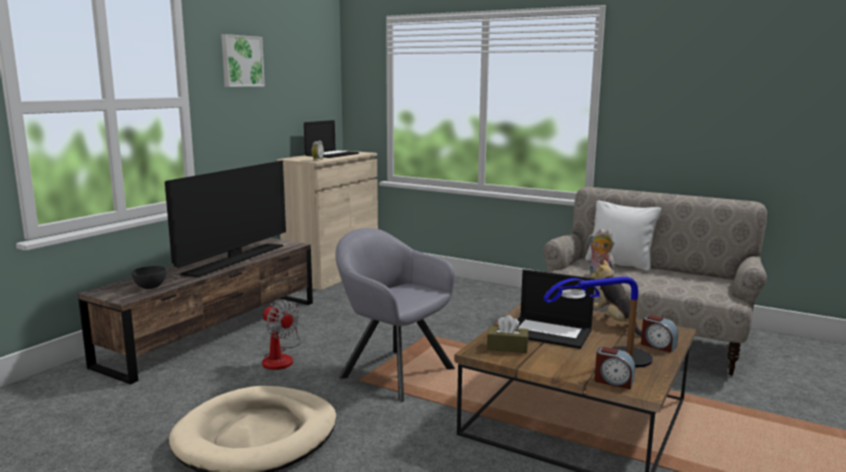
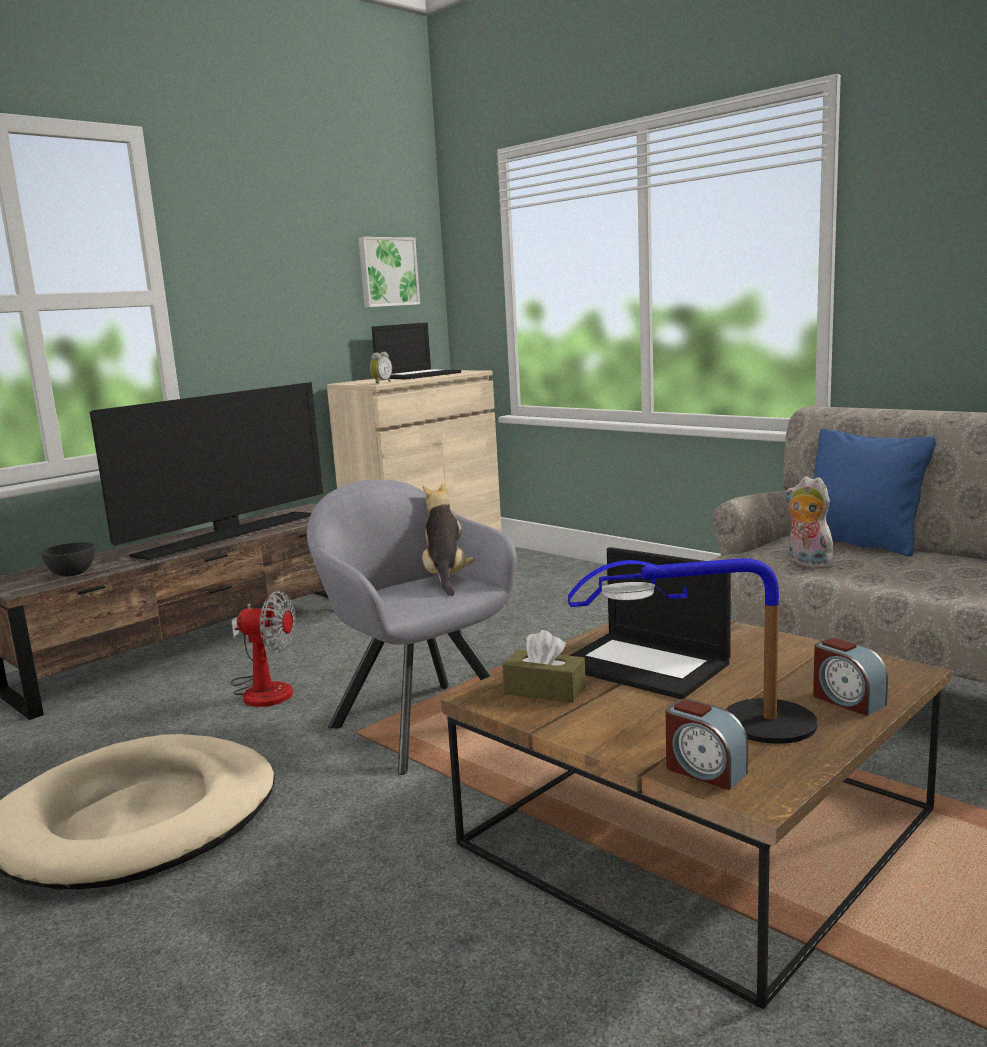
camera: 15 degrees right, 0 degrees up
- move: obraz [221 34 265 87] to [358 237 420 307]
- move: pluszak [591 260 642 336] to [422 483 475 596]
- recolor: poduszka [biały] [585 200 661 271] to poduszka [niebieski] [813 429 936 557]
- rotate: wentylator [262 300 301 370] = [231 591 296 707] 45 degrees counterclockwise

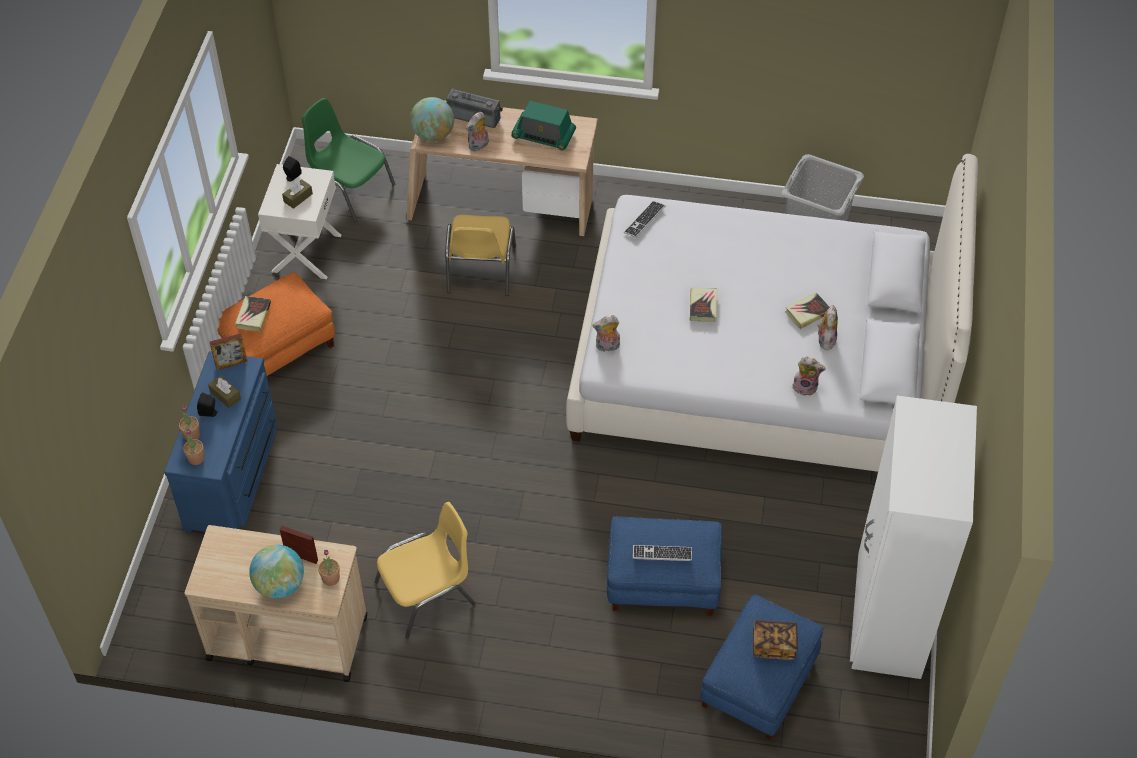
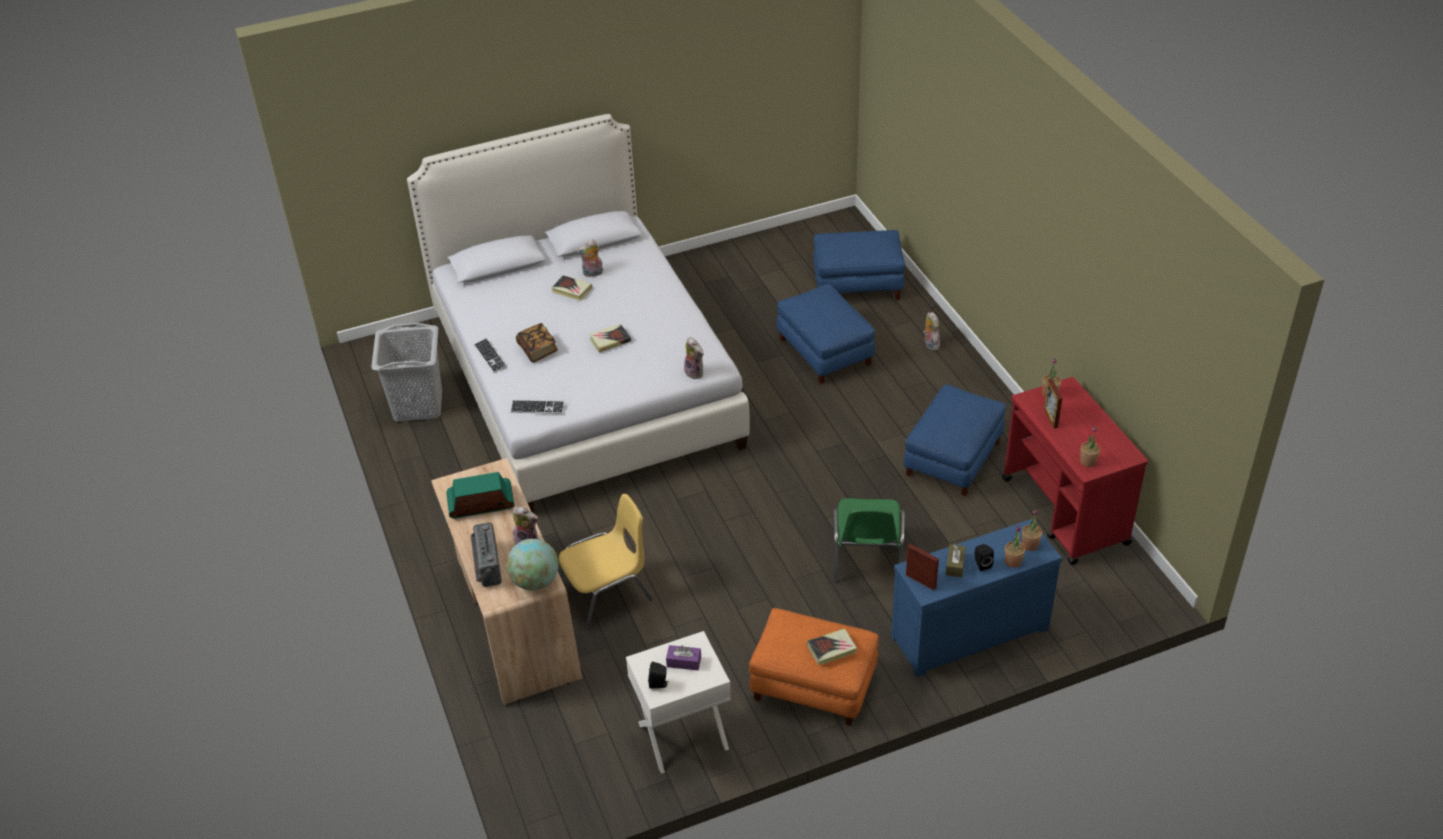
camera: 120 degrees left, 10 degrees down
- delete: globus [249 545 304 599]
- delete: szafa [biały] [850 395 977 679]
- insert: roślina doniczkowa [1080 427 1100 467]
- move: krzesło [zielony] [302 98 395 222] to [833 498 905 583]
- move: klawiatura [633 545 692 561] to [474 338 507 373]
- move: książka [753 620 798 660] to [516 323 558 363]
- move: pluszak [792 357 826 396] to [923 312 940 350]
- replace: krzesło [żółty] [375 502 476 639] to pufa [niebieski] [904 384 1006 496]
- recolor: wózek [beżowy] [184 525 367 682] to wózek [czerwony] [1002 377 1148 565]
- recolor: pudełko chusteczek [brązowy] [282 179 313 209] to pudełko chusteczek [fioletowy] [666 645 701 670]
- rotate: radio [511 101 576 151] = [446 472 514 519] 90 degrees counterclockwise

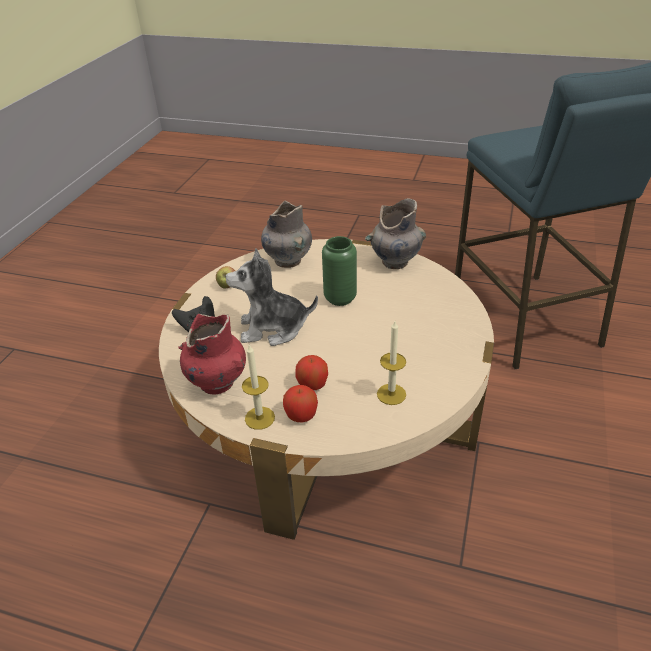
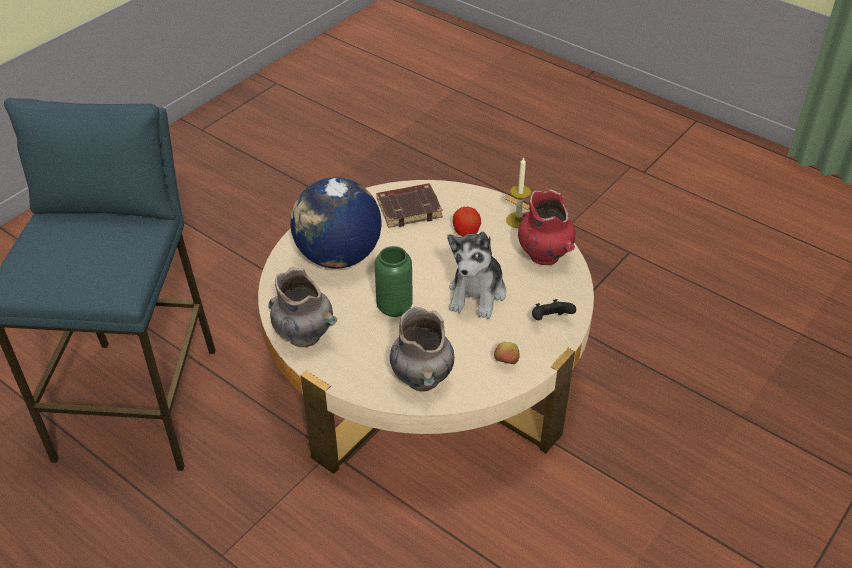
camera: 160 degrees left, 5 degrees up
- delete: jabłko [283 385 318 423]
- insert: globus [290 177 382 269]
- replace: świeca [377 321 406 405] to książka [brązowy] [377 183 443 228]
- rotate: pluszak [225 249 318 346] = [447 231 506 319] 90 degrees clockwise

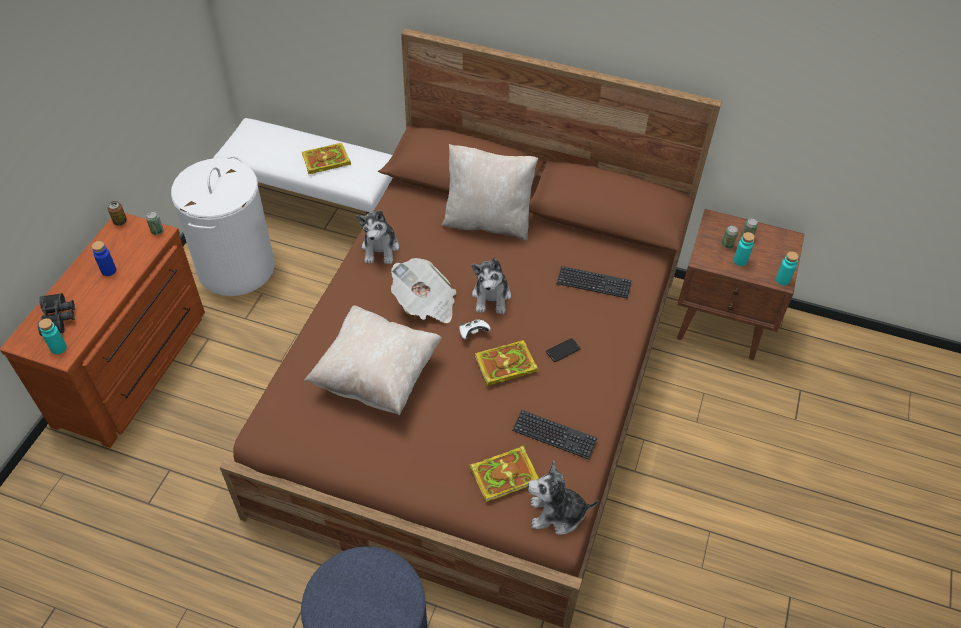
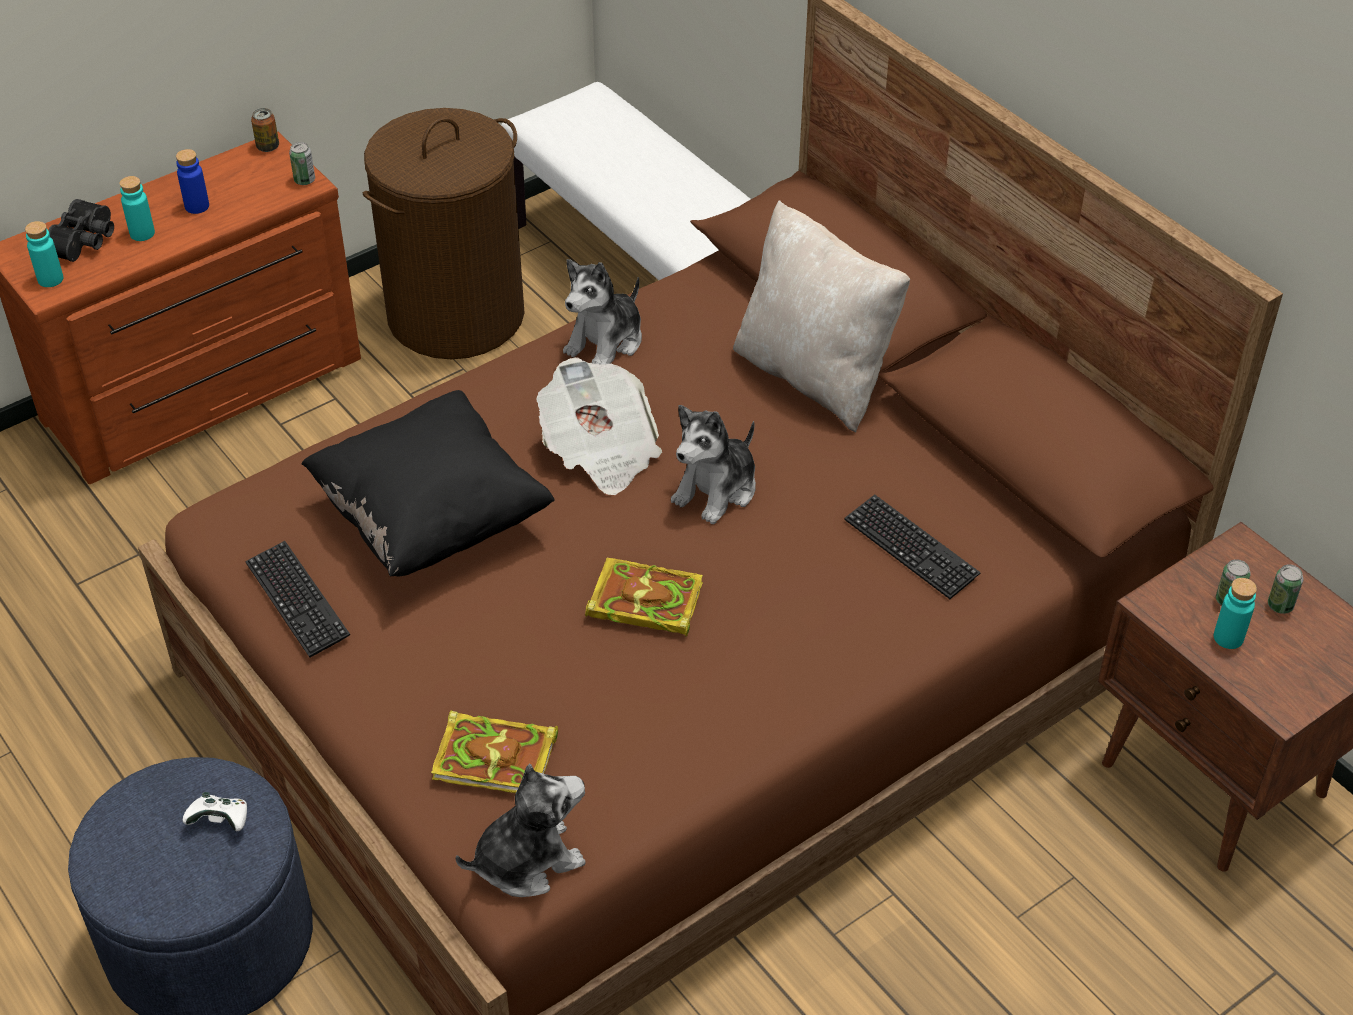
camera: 35 degrees right, 5 degrees down
- delete: książka [302 143 351 174]
- delete: telefon [546 338 581 362]
- move: pad do gier [biały] [459 319 491 339] to [183 792 247 831]
- move: klawiatura [512 410 598 460] to [245 541 350 658]
- move: butelka [turkusowy] [776 251 799 286] to [119 176 155 241]
- recolor: kosz na pranie [biały] [171 156 275 296] to kosz na pranie [brązowy] [363 108 525 359]
- recolor: poduszka [beżowy] [304 305 442 415] to poduszka [czarny] [301 390 554 577]
- rotate: pluszak [528 461 599 535] = [455 764 586 897] 120 degrees clockwise

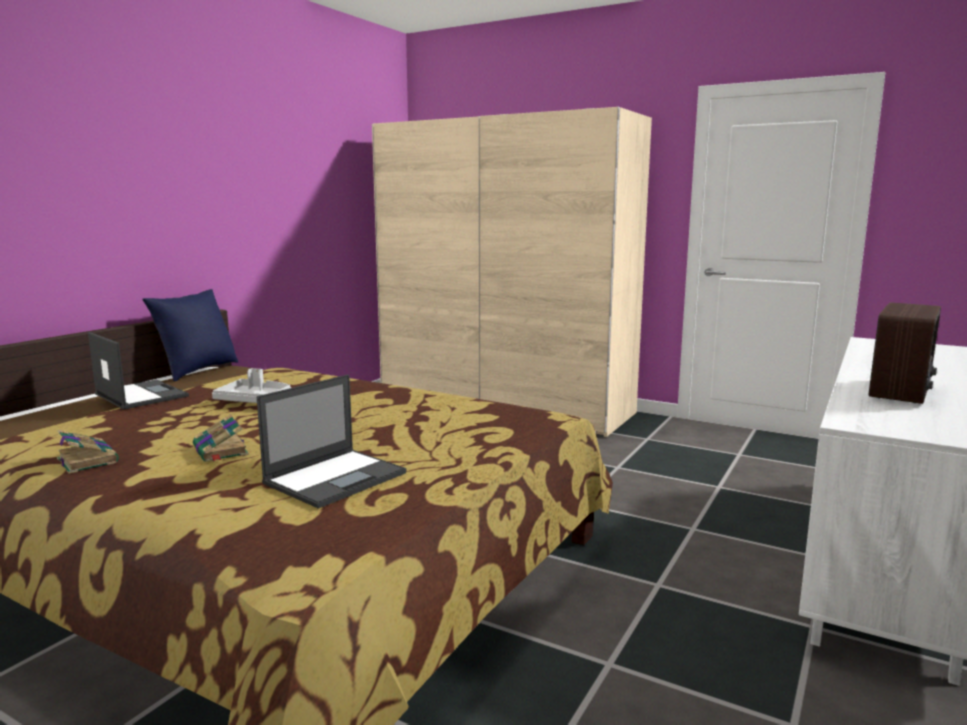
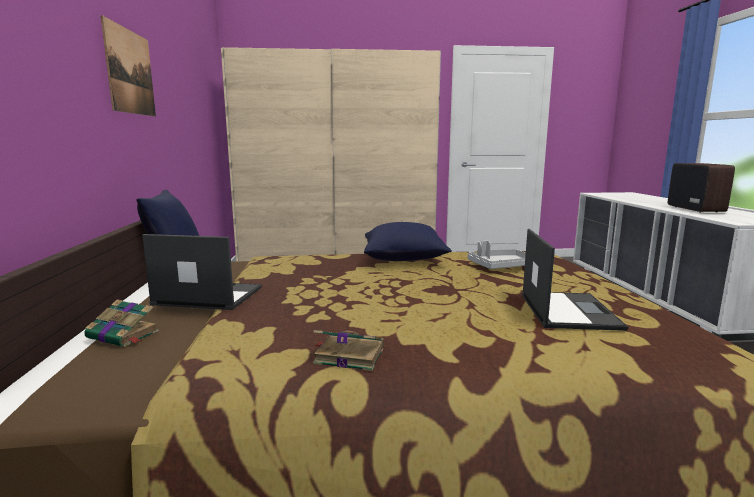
camera: 35 degrees left, 0 degrees up
- insert: obraz [100 15 156 117]
- insert: poduszka [niebieski] [364 222 452 261]
- move: książka [193 414 249 462] to [84 299 159 347]
- move: taca [szary] [212 368 291 403] to [467 241 526 269]

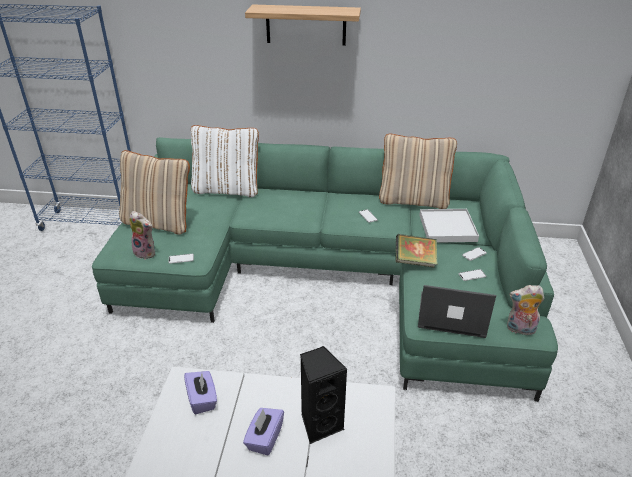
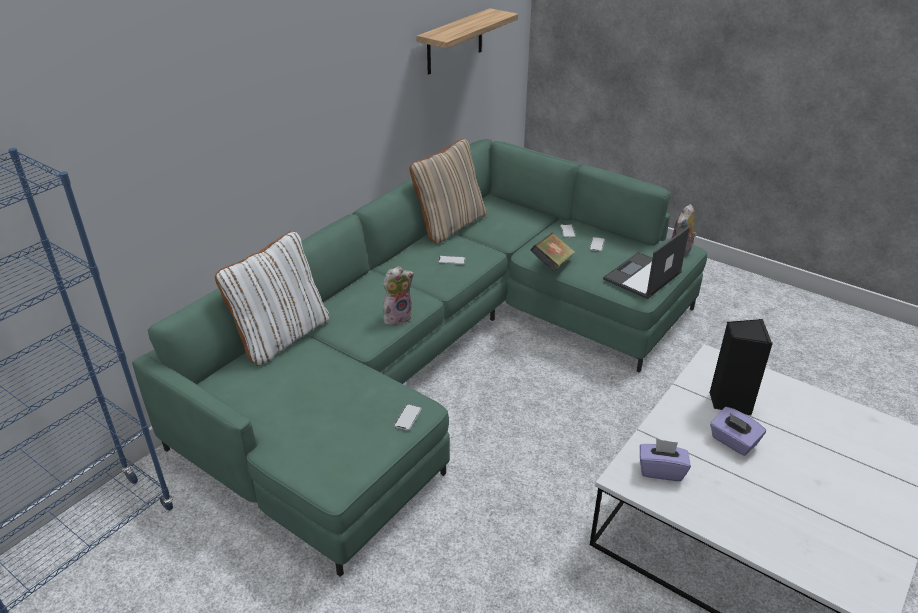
camera: 60 degrees left, 0 degrees up
- delete: poduszka [beżowy] [119 150 190 235]
- delete: taca [biały] [419 209 479 243]
- move: pluszak [129 211 155 260] to [383 266 414 326]
- move: półka [245 4 361 46] to [417 8 518 75]

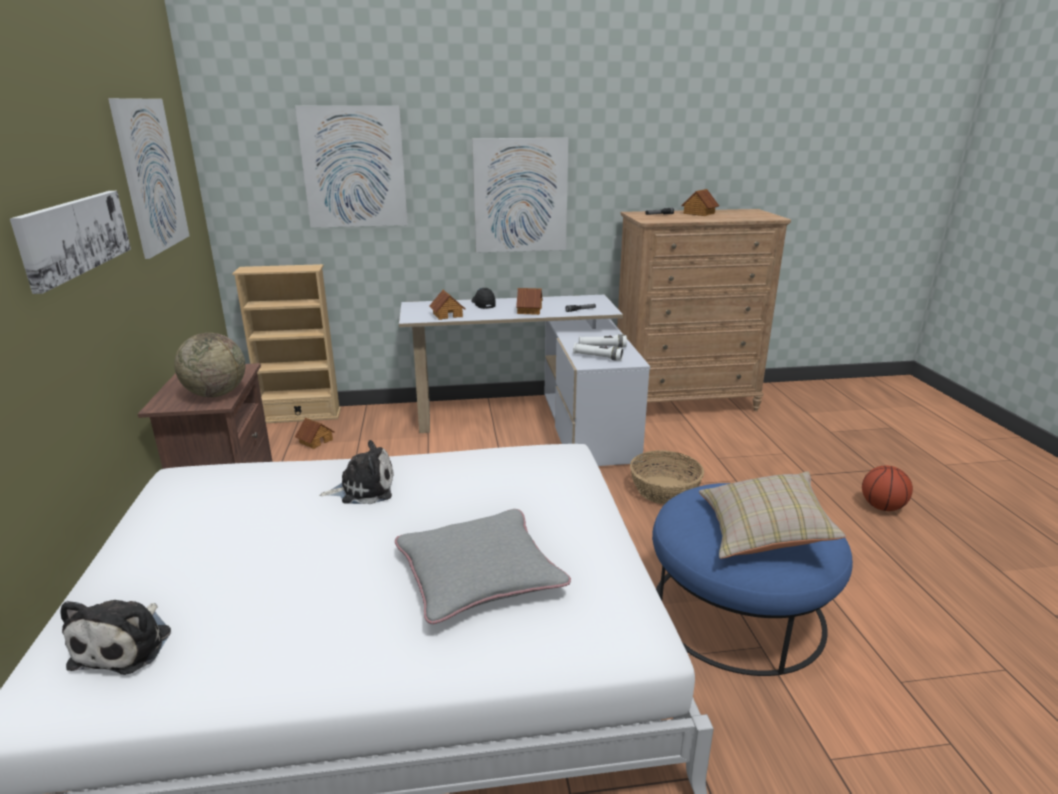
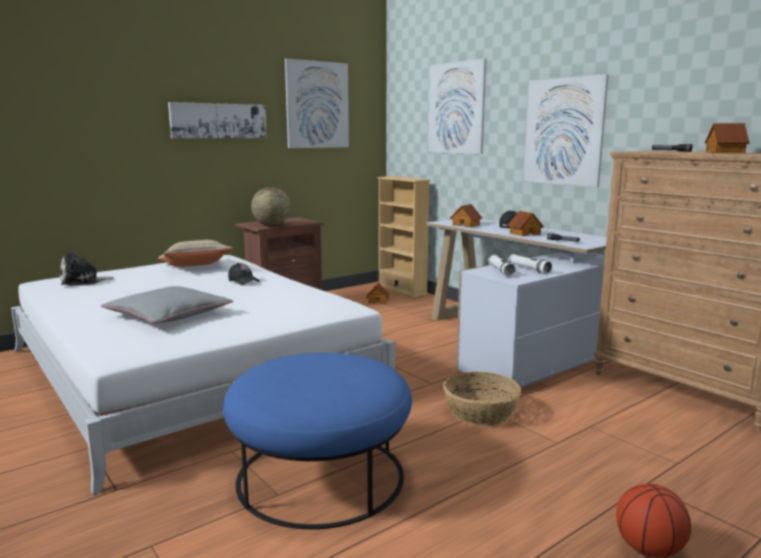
camera: 60 degrees right, 10 degrees down
- move: poduszka [beżowy] [699 471 846 559] to [158 240 233 267]
- replace: pluszak [319 440 394 504] to czapka z daszkiem [czarny] [228 263 259 285]

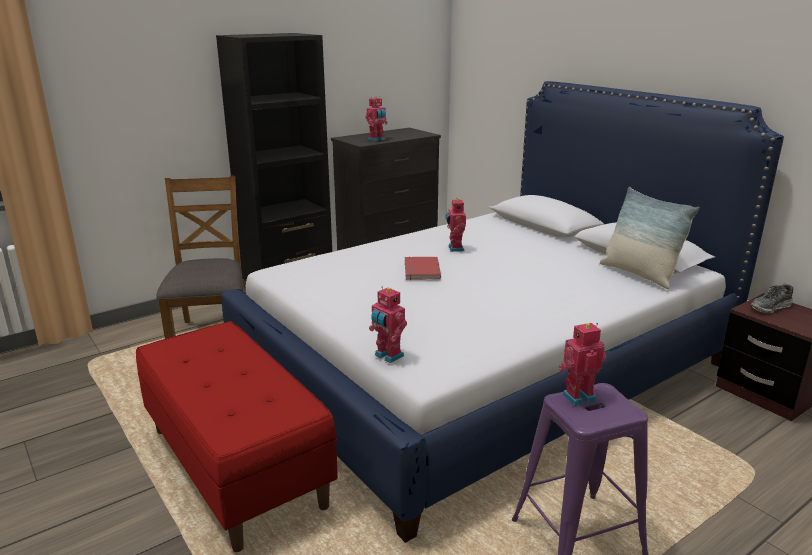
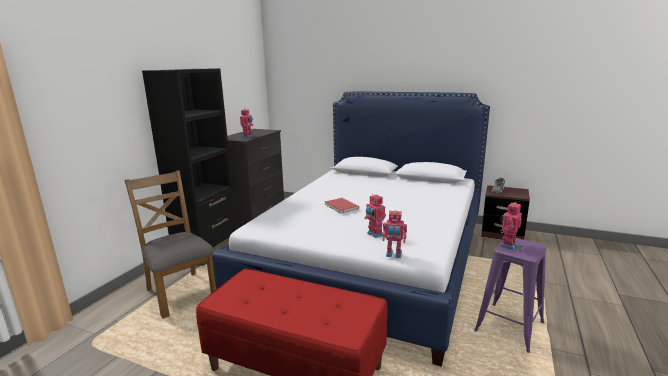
camera: 30 degrees left, 5 degrees down
- delete: poduszka [600 187 700 289]
- move: robot zabawkowy [445 199 466 252] to [365 194 386 238]

